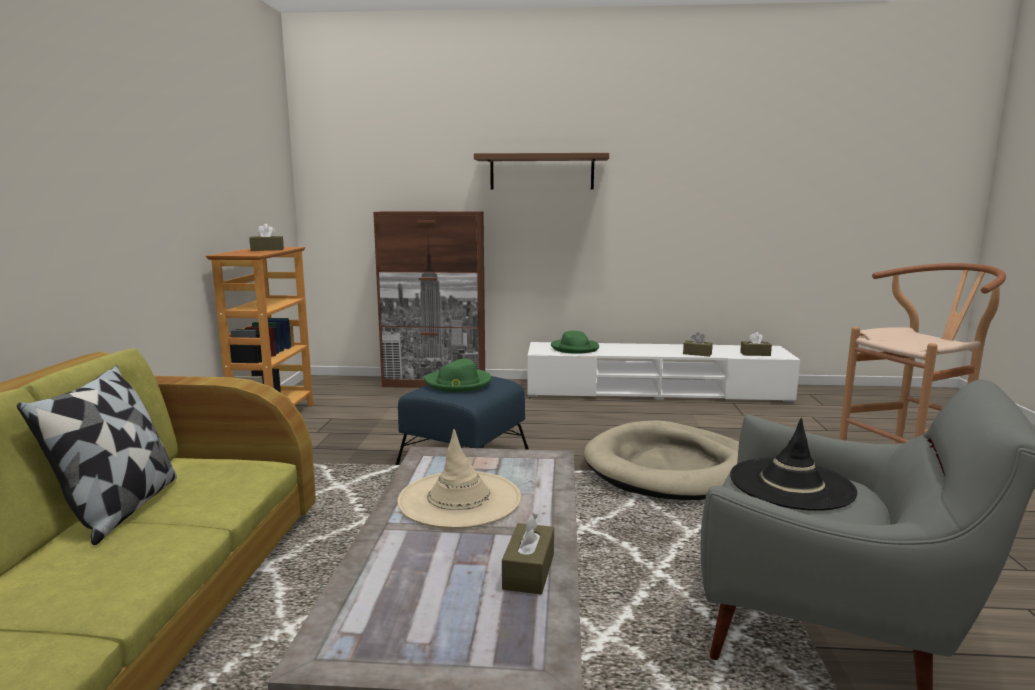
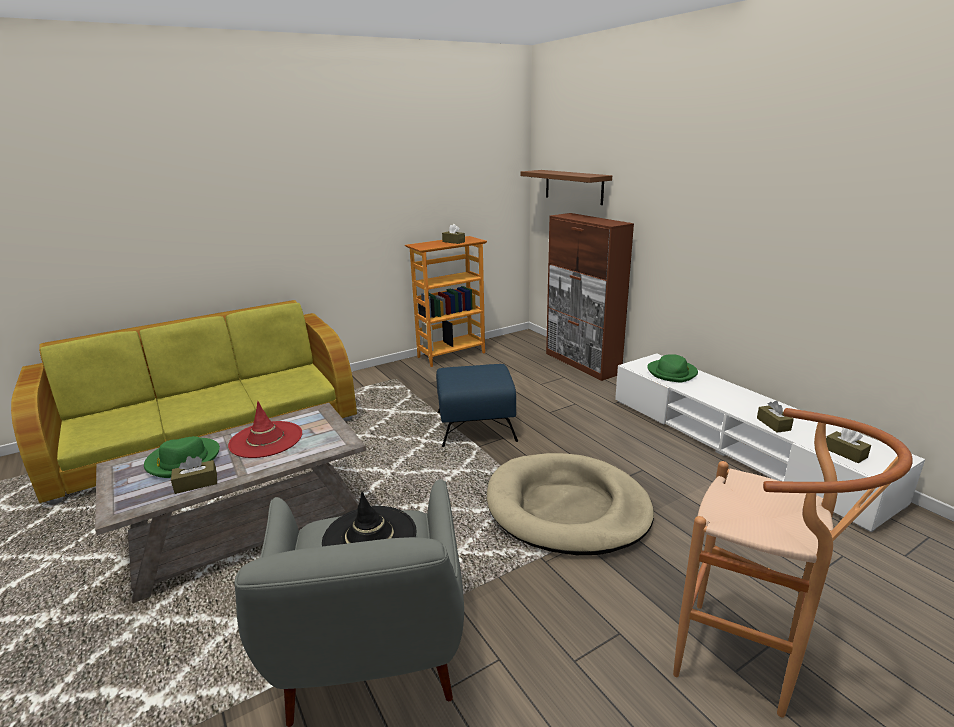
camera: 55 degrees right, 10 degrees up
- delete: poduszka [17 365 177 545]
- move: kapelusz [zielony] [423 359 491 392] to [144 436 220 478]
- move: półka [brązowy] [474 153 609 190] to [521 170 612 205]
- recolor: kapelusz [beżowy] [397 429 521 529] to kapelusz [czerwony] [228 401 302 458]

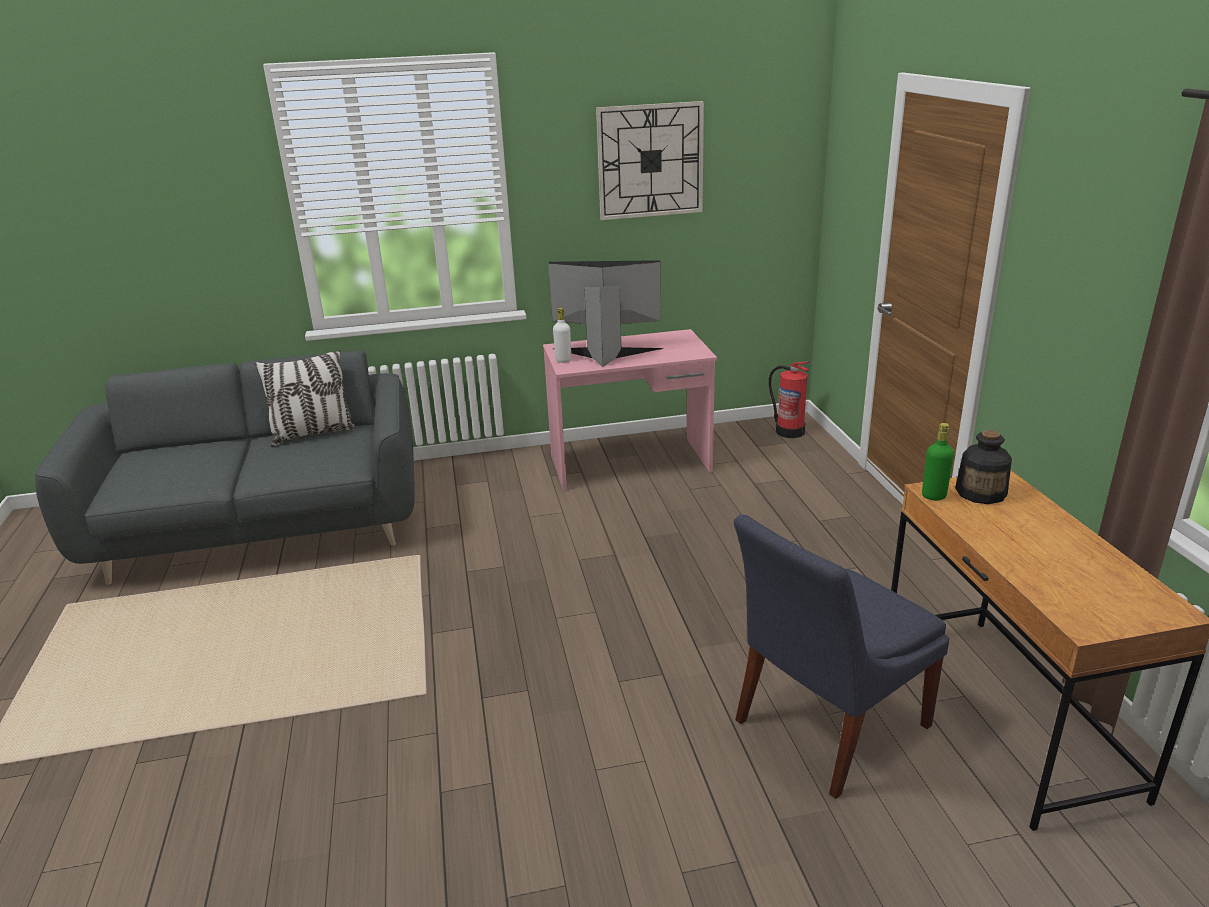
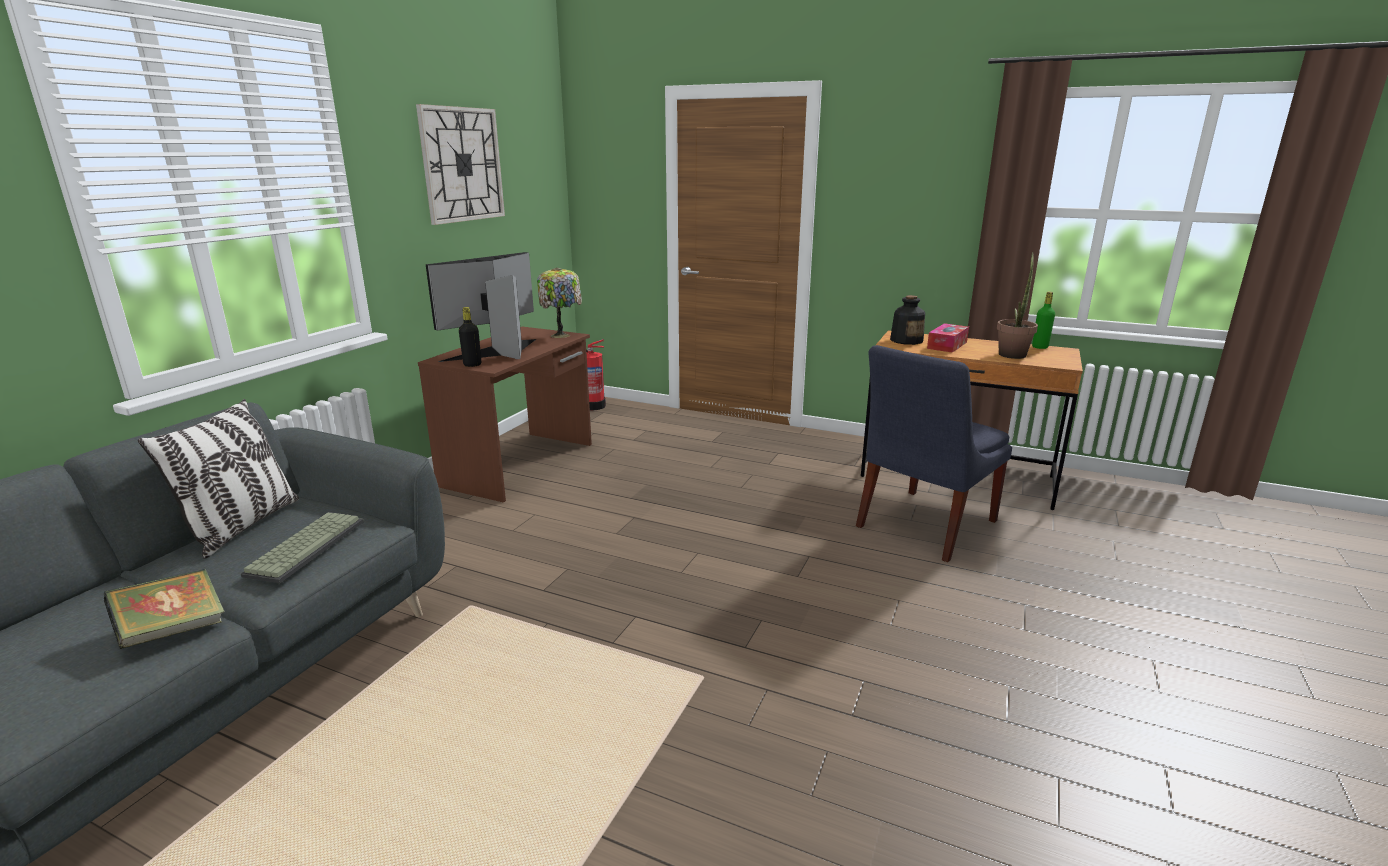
camera: 55 degrees left, 5 degrees down
- insert: książka [104 569 225 649]
- insert: klawiatura [241 512 364 583]
- insert: lampa stołowa [537 268 582 338]
- insert: pudełko chusteczek [927 323 969 353]
- insert: roślina doniczkowa [997 252 1038 359]
- move: butelka [zielony] [922 423 954 500] to [1032 292 1055 349]
- recolor: biurko [różowy] [543 329 717 491] to biurko [brązowy] [418 327 592 503]
- recolor: butelka [biały] [553 308 571 363] to butelka [czarny] [459 307 481 367]
- rotate: krzesło [niebieski] [733 515 949 799] = [856 345 1012 562] 45 degrees clockwise

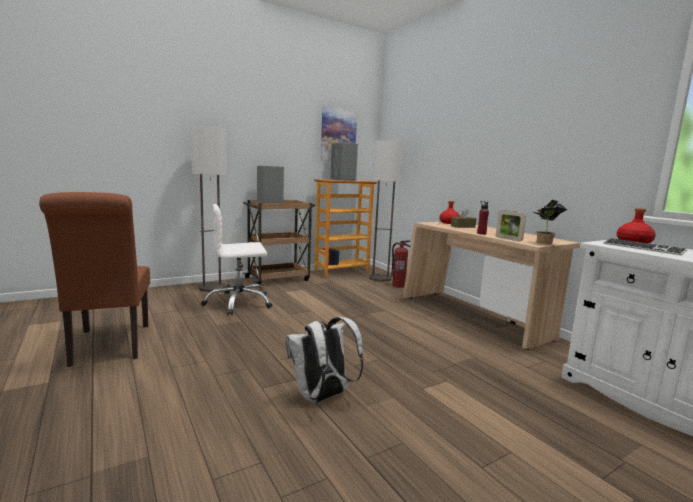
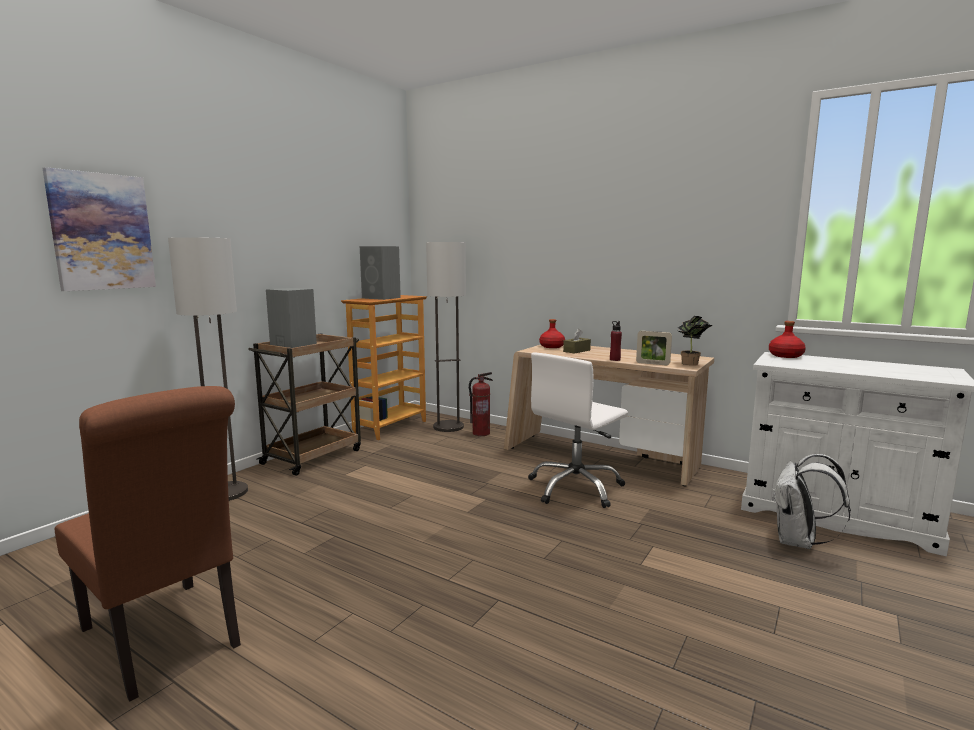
camera: 25 degrees left, 0 degrees up
- delete: klawiatura [603 238 688 255]
- move: krzesło biurowe [biały] [201 204 272 315] to [528 352 628 508]
- move: plecak [biały] [286 317 364 403] to [772 454 851 549]
- move: obraz [321 106 357 161] to [42 167 156 291]

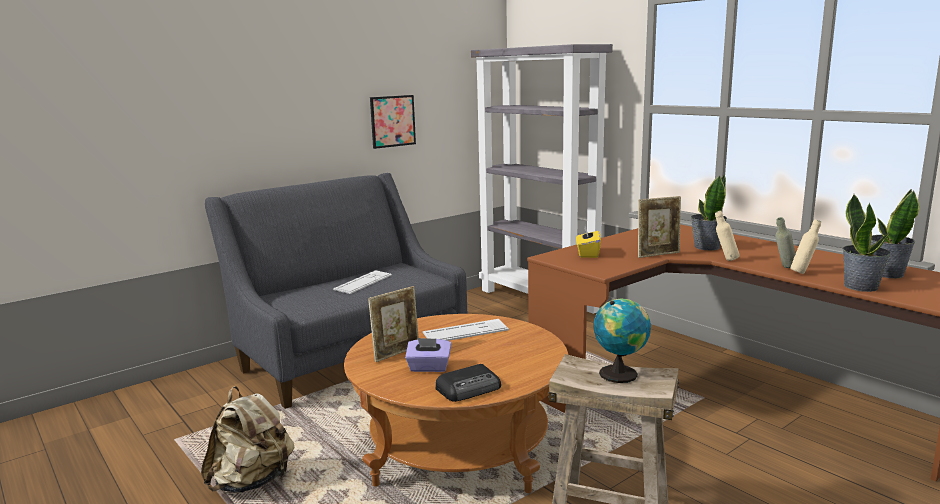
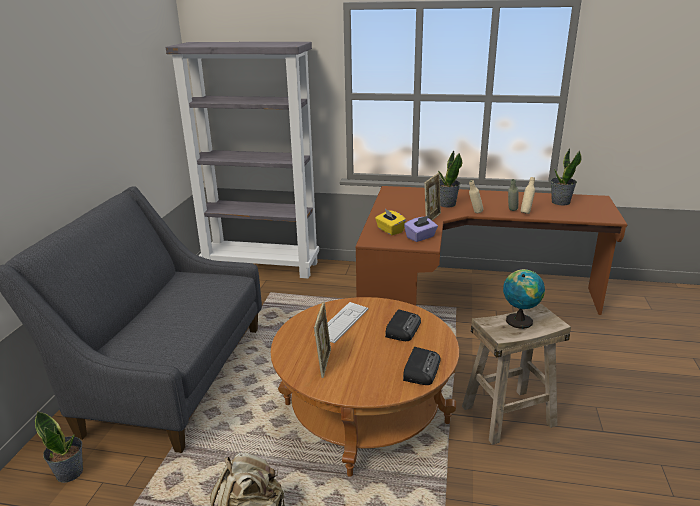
camera: 40 degrees left, 10 degrees up
- delete: klawiatura [333 270 392 294]
- delete: obraz [370 95 416 149]
- insert: radio [385 309 421 341]
- move: pudełko chusteczek [fioletowy] [405 338 451 372] to [404 216 438 242]
- move: roślina doniczkowa [842 194 891 292] to [35 411 83 483]

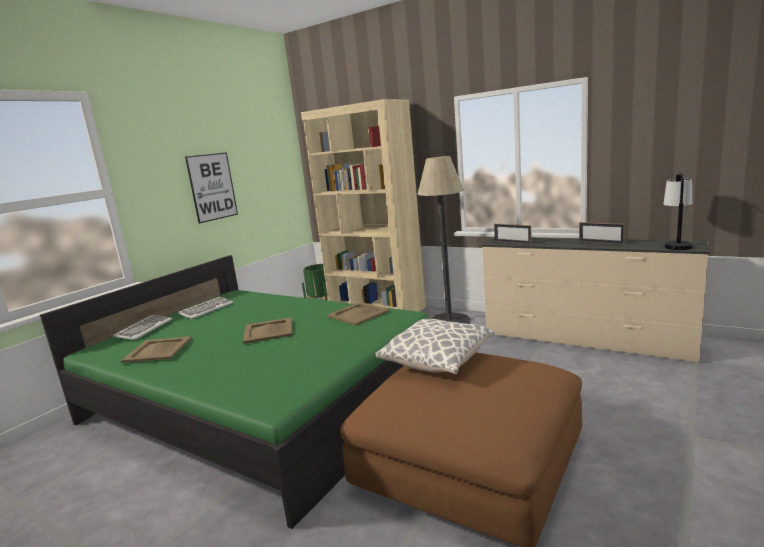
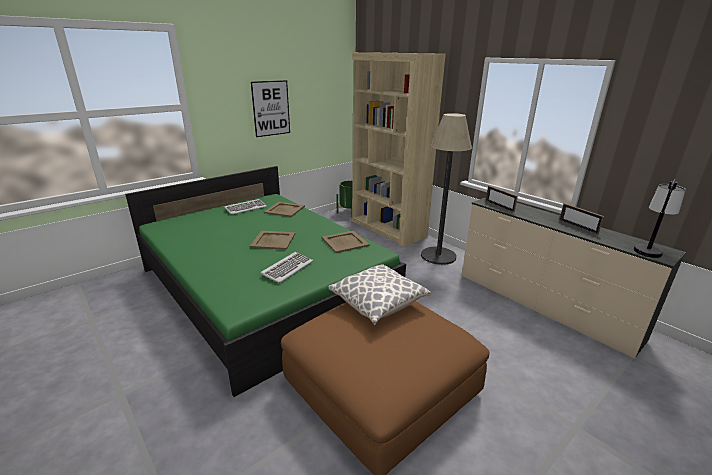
camera: 15 degrees right, 10 degrees up
- move: klawiatura [113 315 173 340] to [260 252 313 283]
- move: taca [beżowy] [121 336 192 363] to [264 202 305 217]

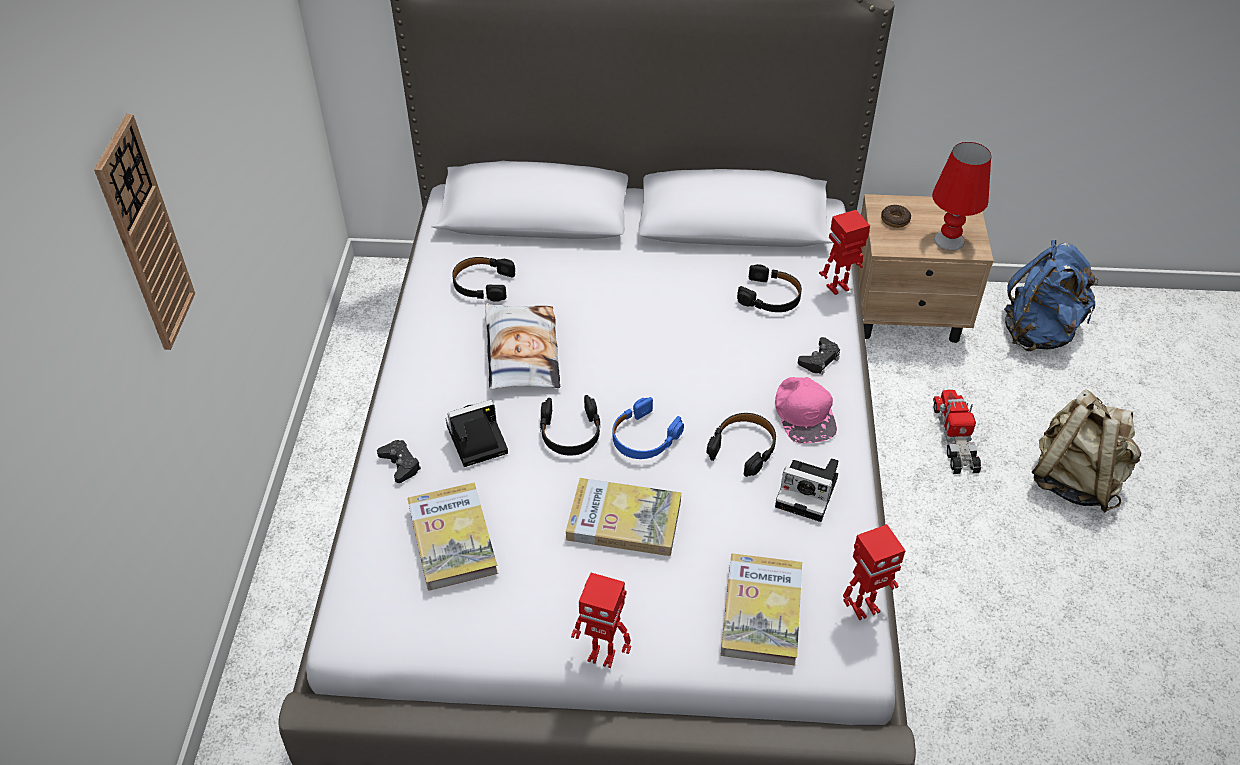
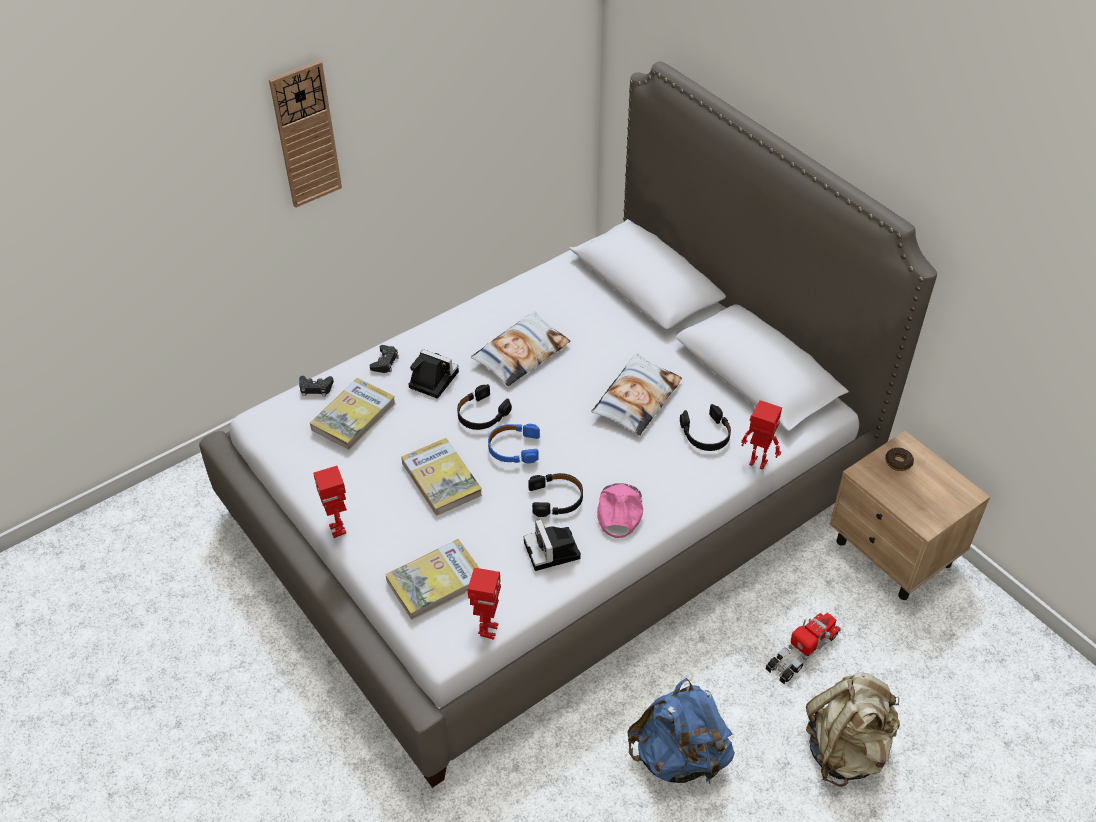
camera: 50 degrees right, 0 degrees up
- delete: słuchawki [czarny] [452 257 515 302]
- delete: lampa stołowa [czerwony] [932 142 991 251]
- insert: poduszka [591 353 682 435]
- move: pad do gier [czarny] [798 337 840 375] to [299 376 334 396]
- move: plecak [niebieski] [1004 240 1099 351] to [627 678 735 785]
- rotate: czapka z daszkiem [różowy] [775 377 837 444] = [597 483 643 538] 150 degrees clockwise
- rotate: robot zabawkowy [843 524 906 620] = [467 568 501 640] 105 degrees counterclockwise

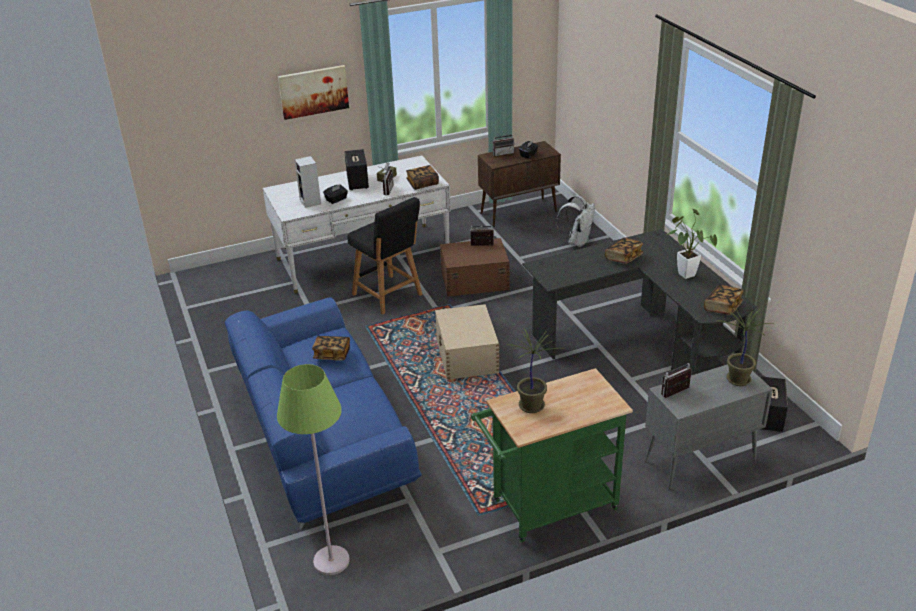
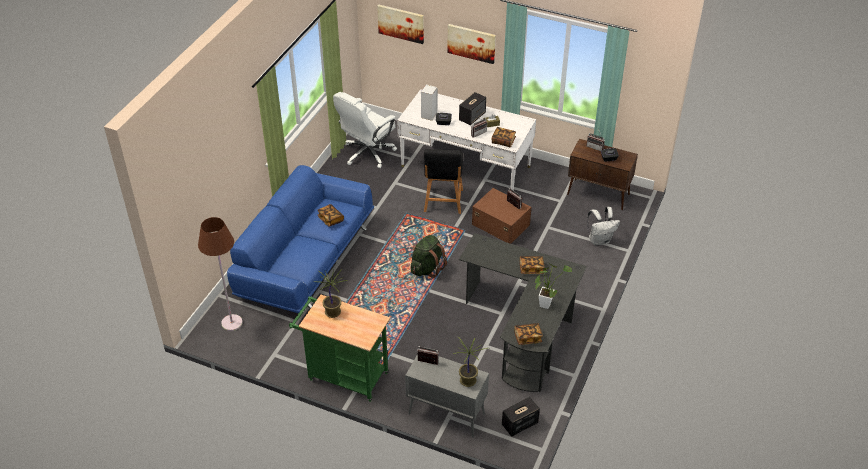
camera: 45 degrees right, 10 degrees up
- insert: krzesło biurowe [biały] [333 92 397 168]
- insert: obraz [377 5 424 44]
- replace: pojemnik do przechowywania [beżowy] [435 304 500 380] to plecak [zielony] [411 235 447 278]
- recolor: lampa stojąca [zielony] [277 364 349 575] to lampa stojąca [brązowy] [198 217 243 331]

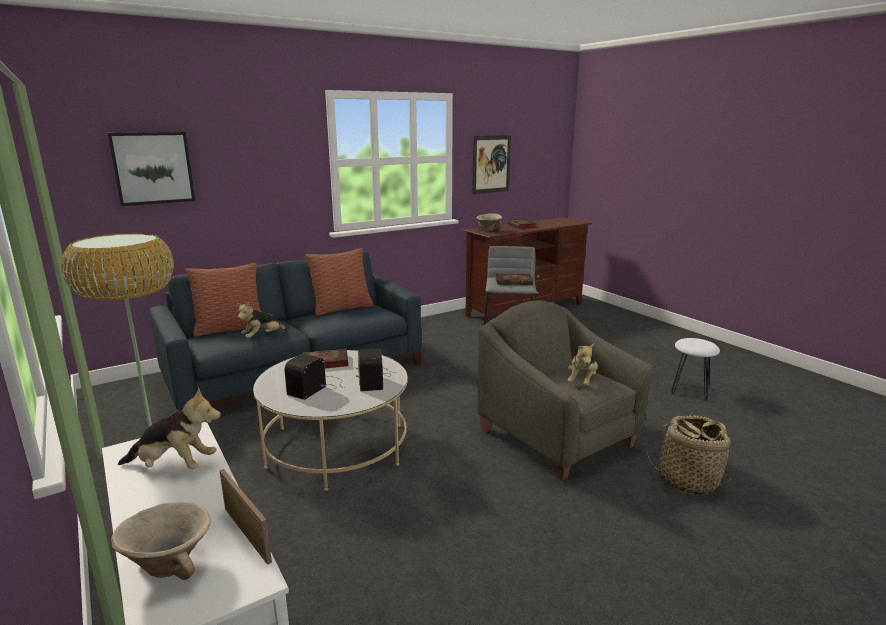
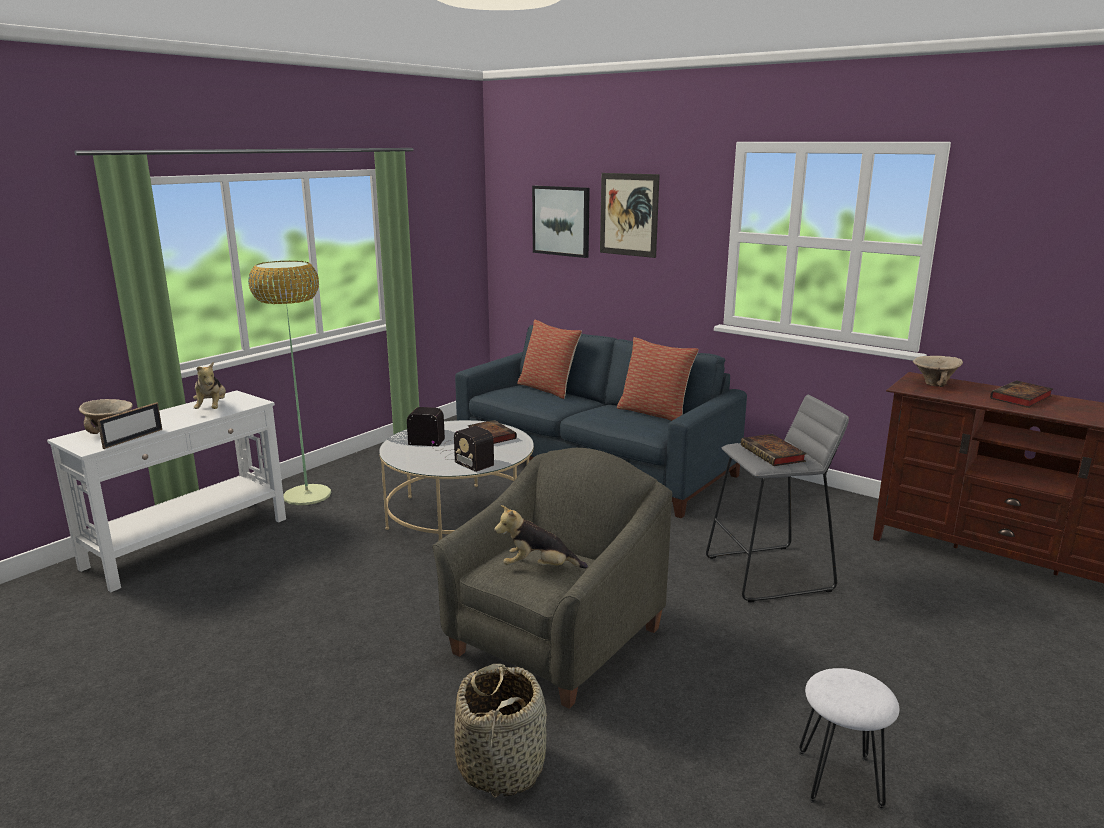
camera: 70 degrees right, 0 degrees up
- delete: pluszak [237 302 288 338]
- move: obraz [472 135 511 194] to [600 173 660 258]
- rotate: radio [356 348 398 391] = [446 426 494 472] 105 degrees counterclockwise

